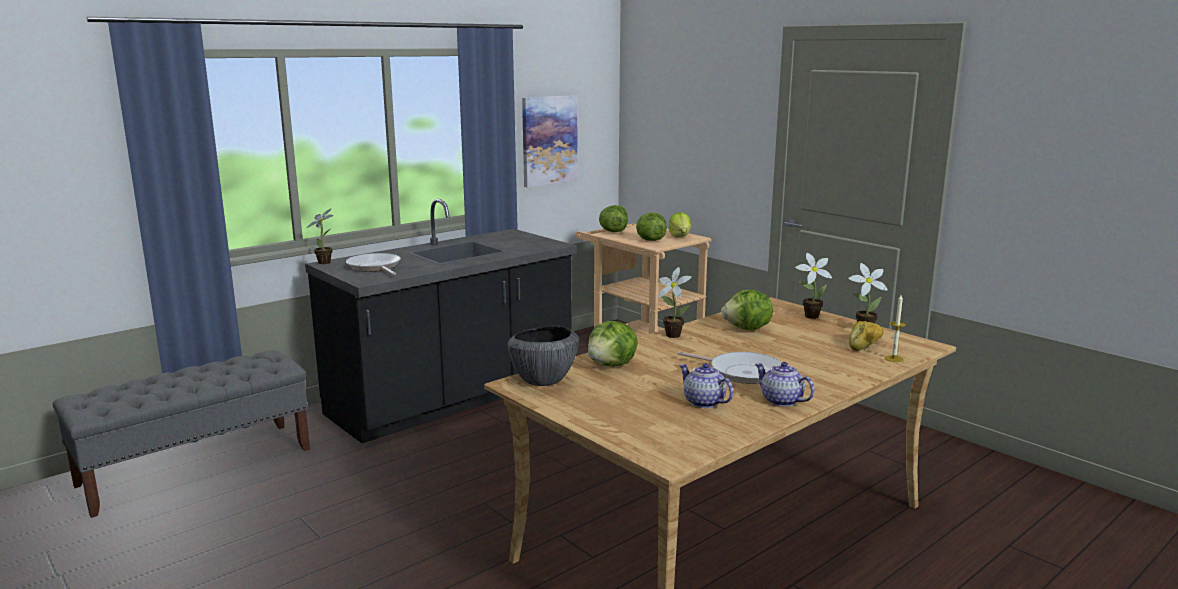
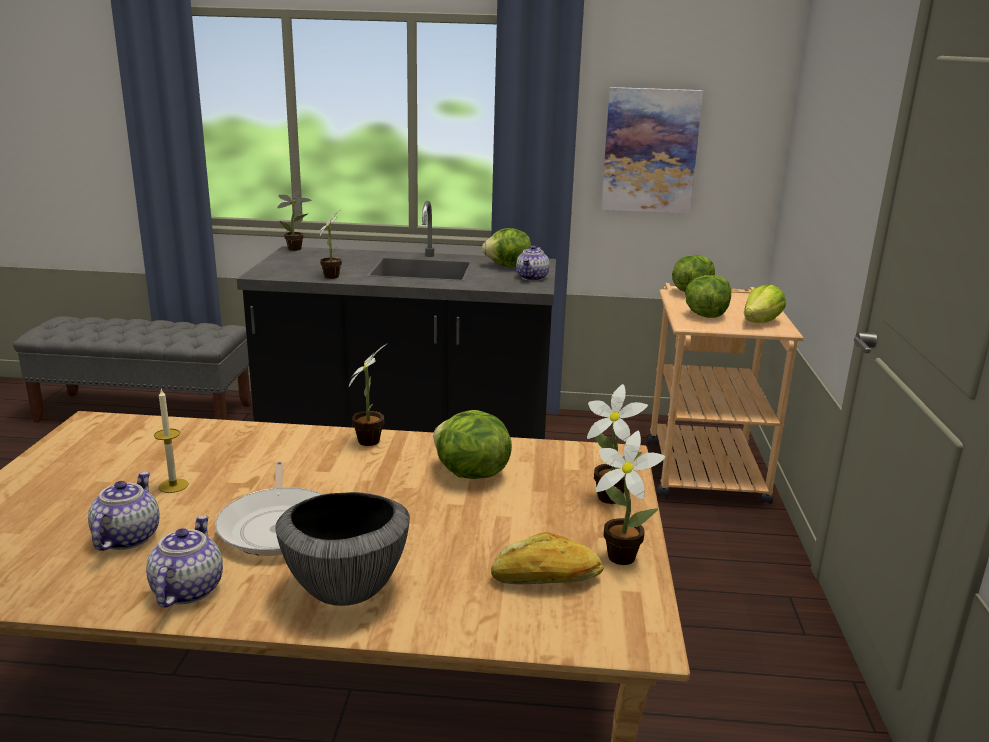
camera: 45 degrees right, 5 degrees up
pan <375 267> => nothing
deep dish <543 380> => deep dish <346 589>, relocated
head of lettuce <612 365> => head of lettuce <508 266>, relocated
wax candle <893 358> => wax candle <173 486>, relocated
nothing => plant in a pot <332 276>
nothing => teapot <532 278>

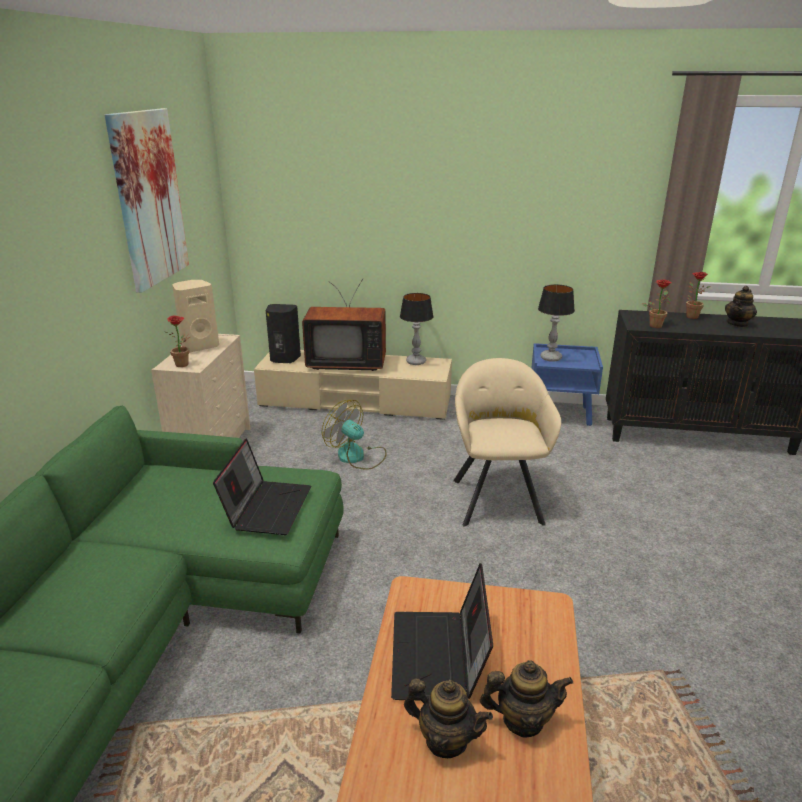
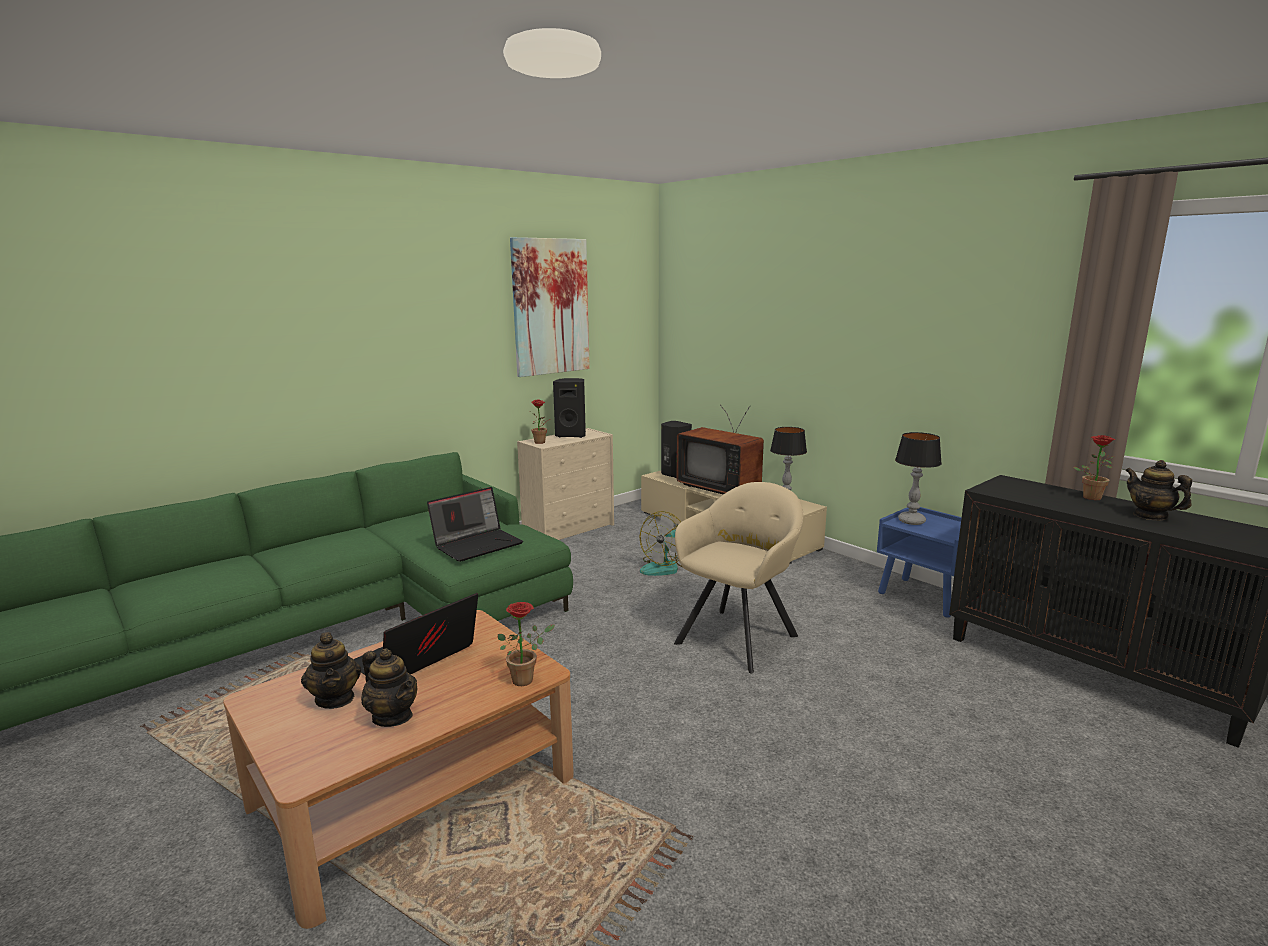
camera: 40 degrees right, 10 degrees down
beige-coloured audio speaker <199 346> => black audio speaker <571 435>
electric fan <357 457> => electric fan <664 567>, 135 degrees counterclockwise
plant in a pot <655 325> => plant in a pot <526 679>, relocated
teapot <737 324> => teapot <1150 516>, 75 degrees clockwise

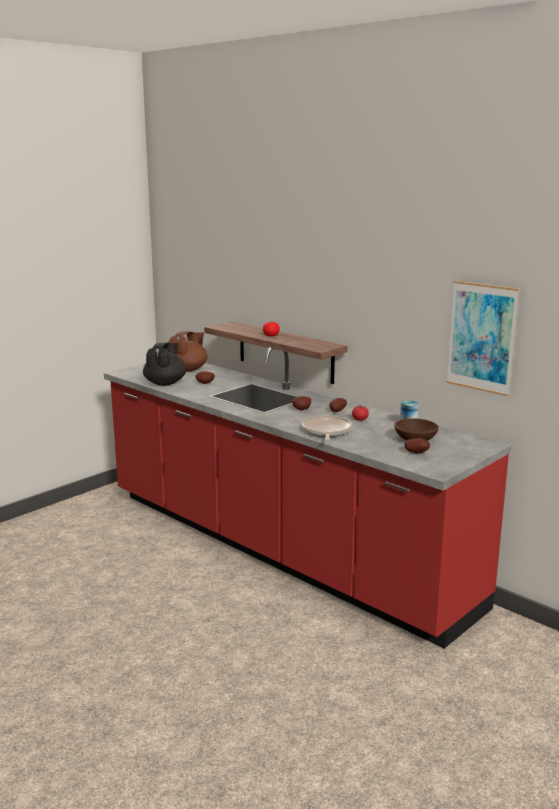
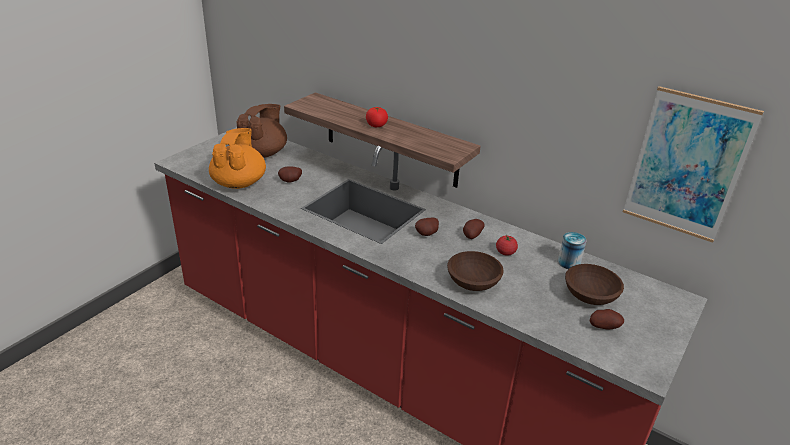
camera: 10 degrees left, 15 degrees up
black teapot <165 383> => orange-coloured teapot <239 182>
pan <326 432> => brownish deep dish <472 283>

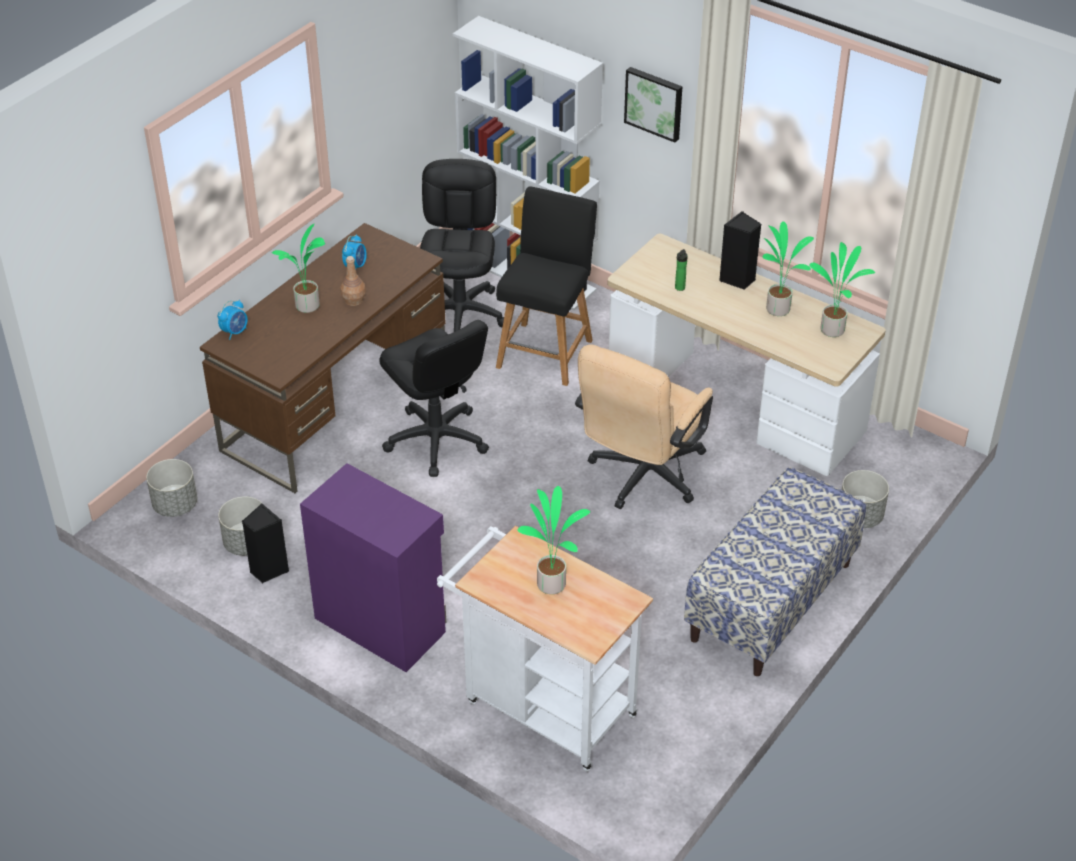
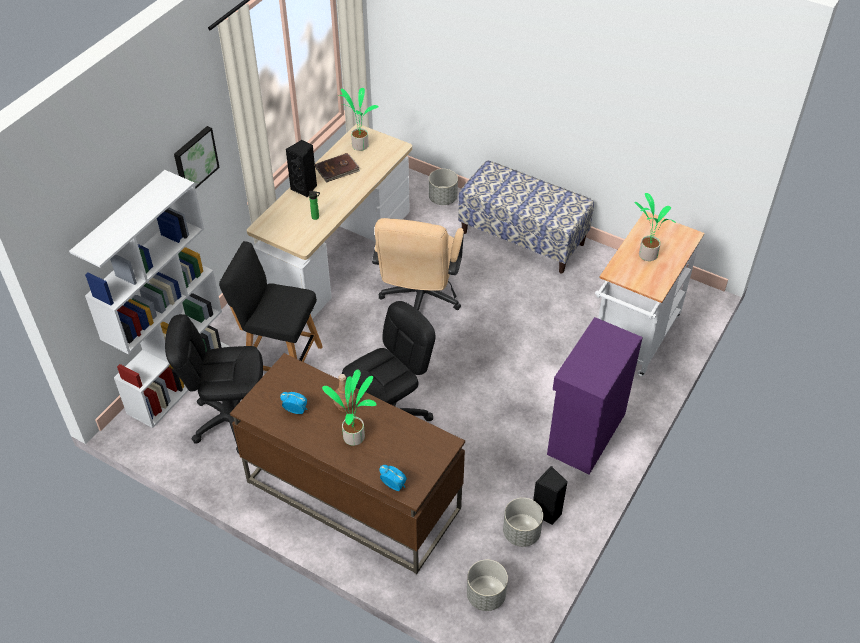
camera: 95 degrees left, 5 degrees up
beige-coloured office chair <641 478> => beige-coloured office chair <419 300>, 75 degrees clockwise
plant in a pot <778 308> => brownish book <337 169>

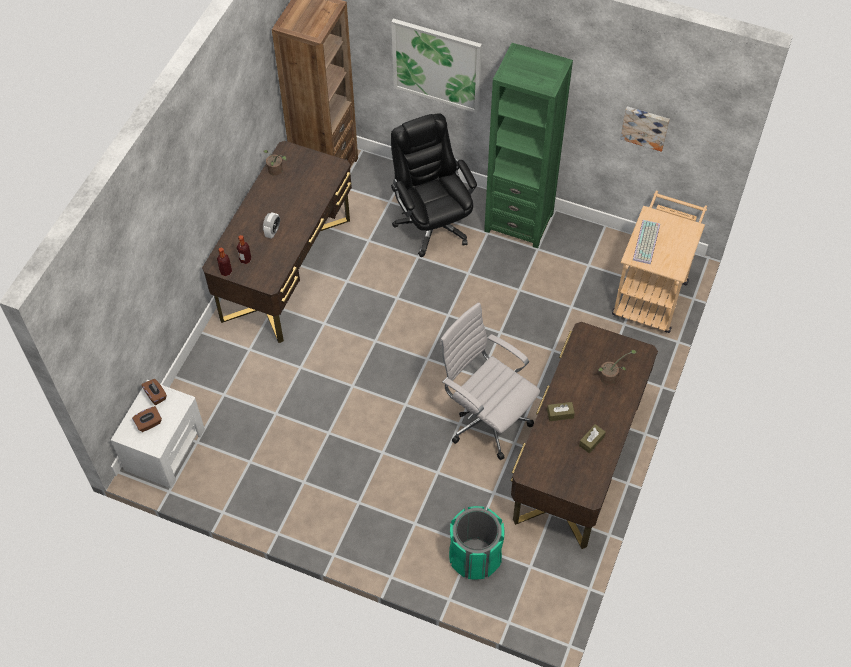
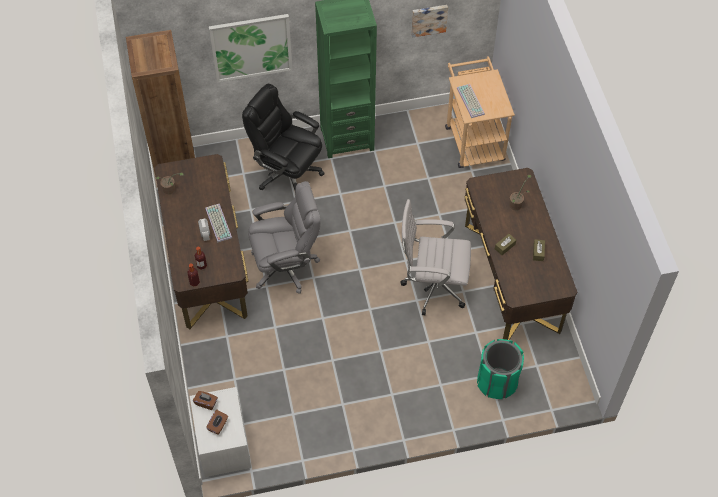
camera: 35 degrees left, 0 degrees up
nothing => keyboard <217 223>
nothing => gray office chair <286 265>

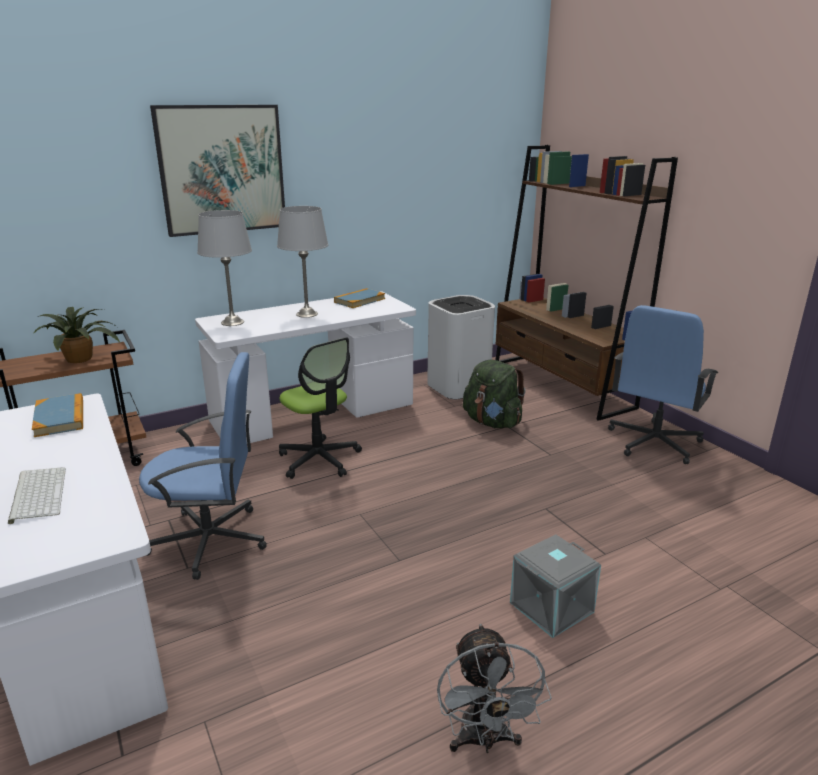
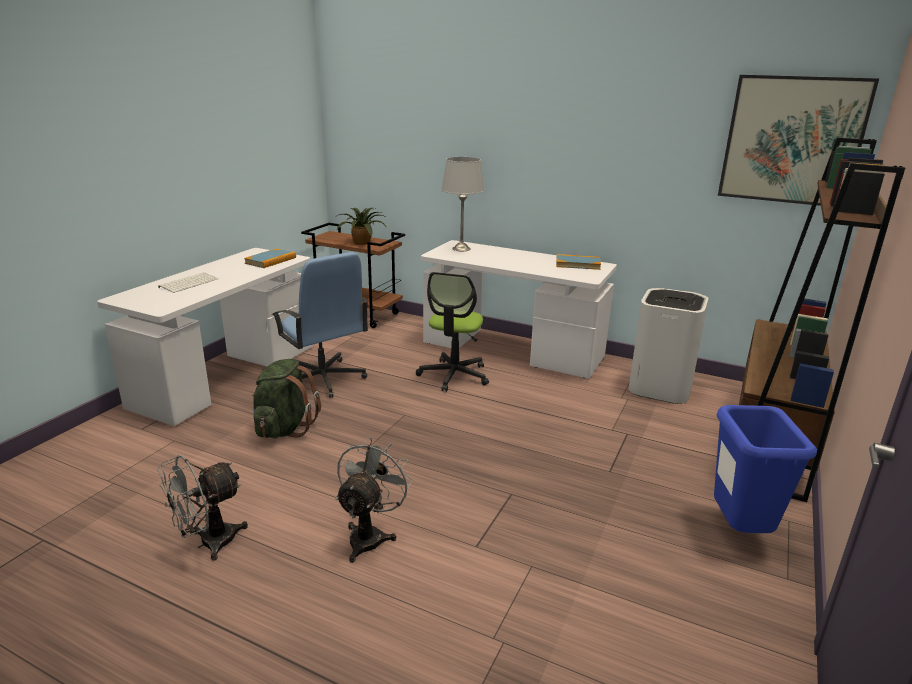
camera: 55 degrees right, 0 degrees up
wall picture <222 170> => wall picture <792 140>, relocated
gray tabletop lamp <307 314> => nothing
green knapsack <492 422> => green knapsack <284 428>, relocated
gray storage bin <552 608> => gray electric fan <370 535>
bluish office chair <653 442> => bluish waste bin <739 531>

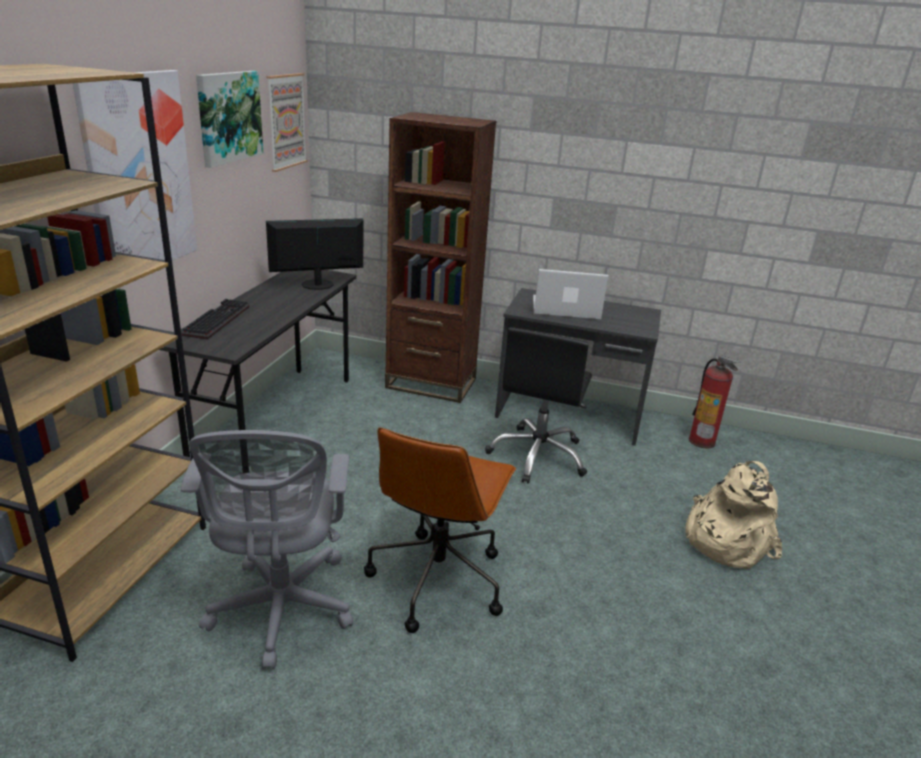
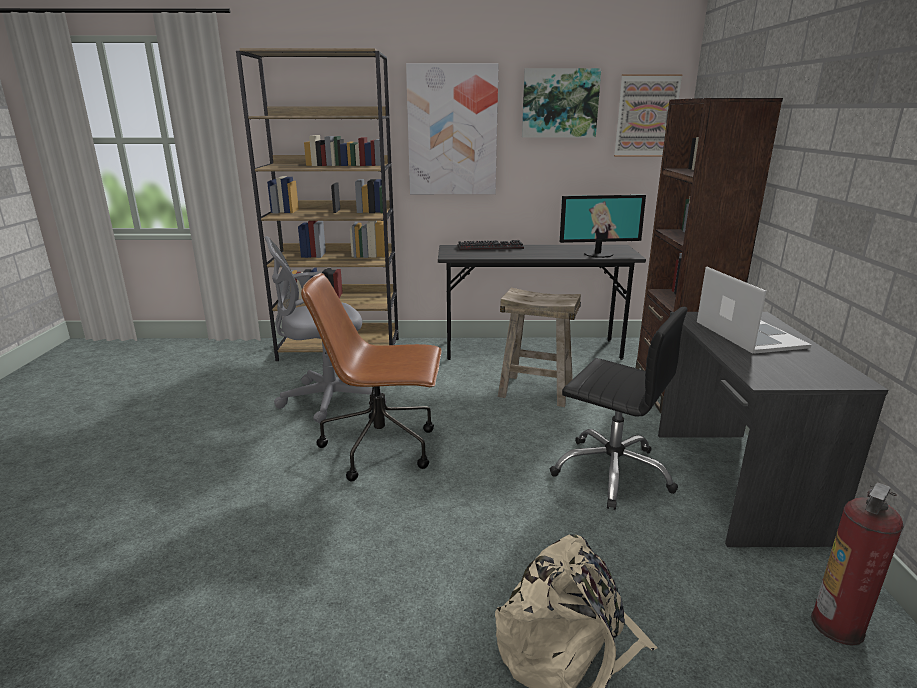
camera: 75 degrees right, 5 degrees down
monitor <317 285> => monitor <598 254>, 120 degrees clockwise
black office chair <538 456> => black office chair <612 472>, 150 degrees counterclockwise
nothing => beige-coloured stool seat <535 390>

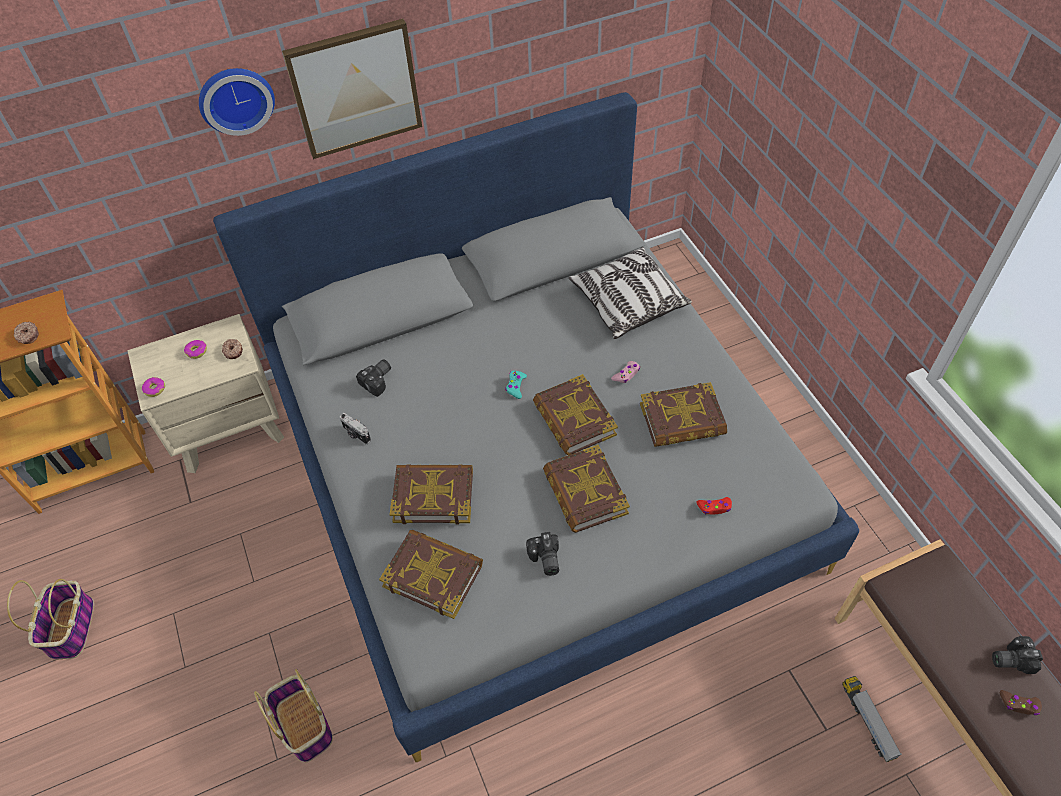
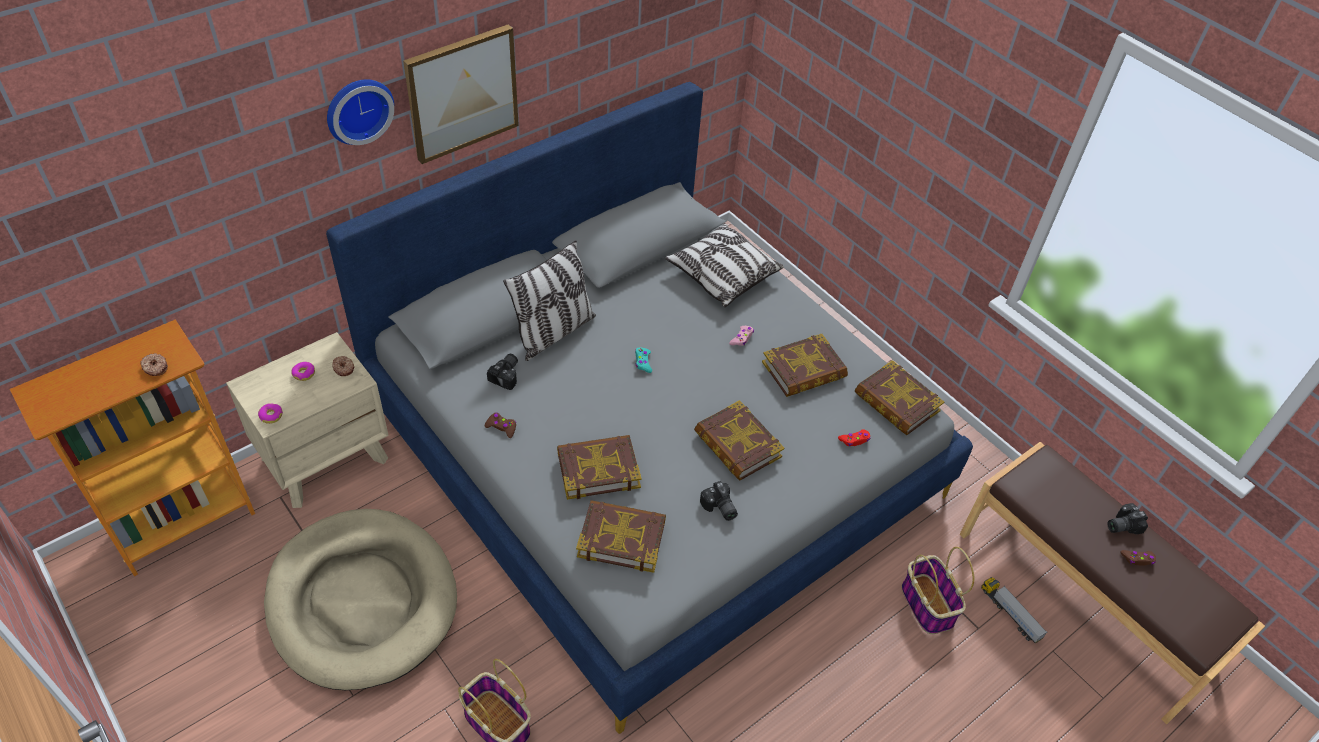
camera: 20 degrees left, 5 degrees down
basket <71 627> => basket <926 604>, relocated
photo camera <356 434> => brownish gamepad <501 427>
book <574 419> => book <896 403>, relocated
nothing => beige-coloured dog bed <362 601>
nothing => throw pillow <554 332>

